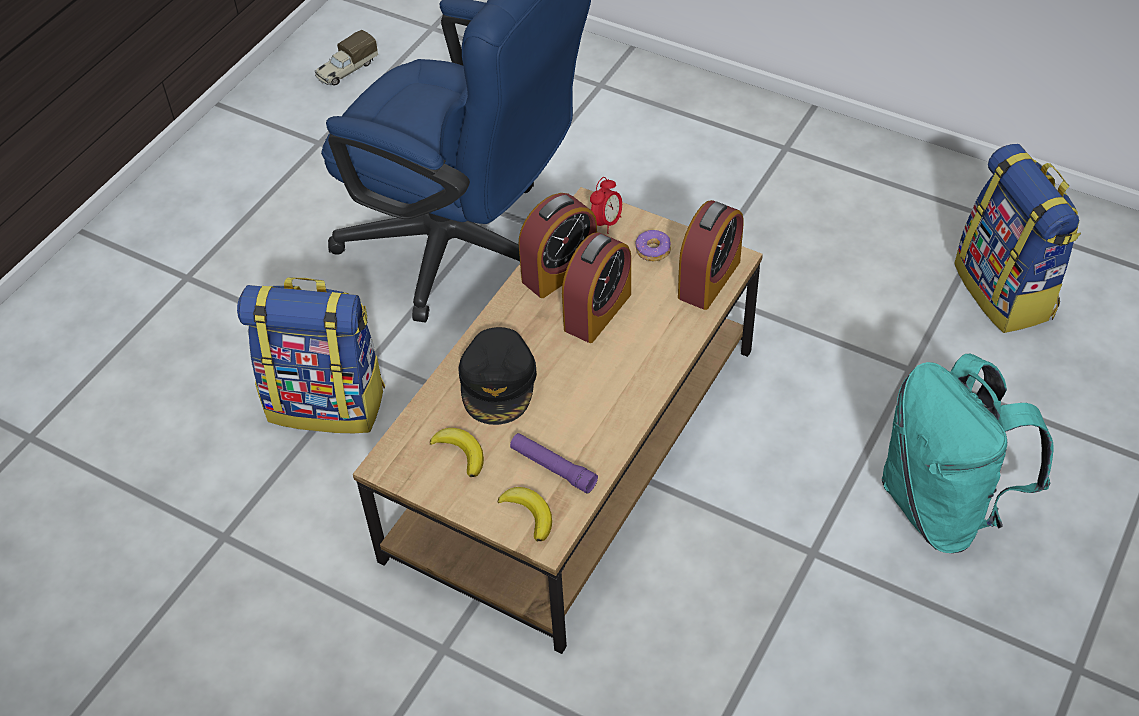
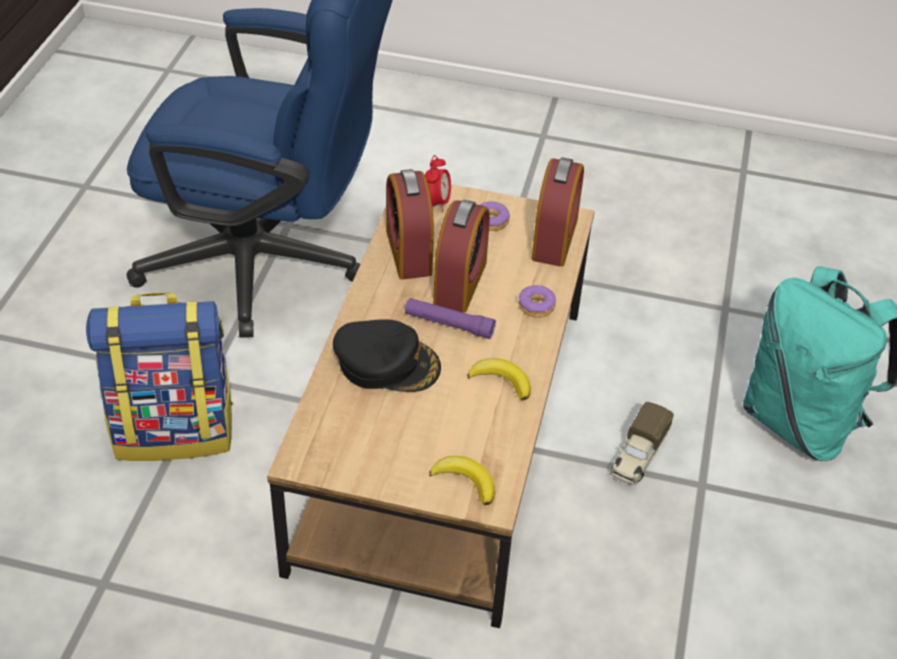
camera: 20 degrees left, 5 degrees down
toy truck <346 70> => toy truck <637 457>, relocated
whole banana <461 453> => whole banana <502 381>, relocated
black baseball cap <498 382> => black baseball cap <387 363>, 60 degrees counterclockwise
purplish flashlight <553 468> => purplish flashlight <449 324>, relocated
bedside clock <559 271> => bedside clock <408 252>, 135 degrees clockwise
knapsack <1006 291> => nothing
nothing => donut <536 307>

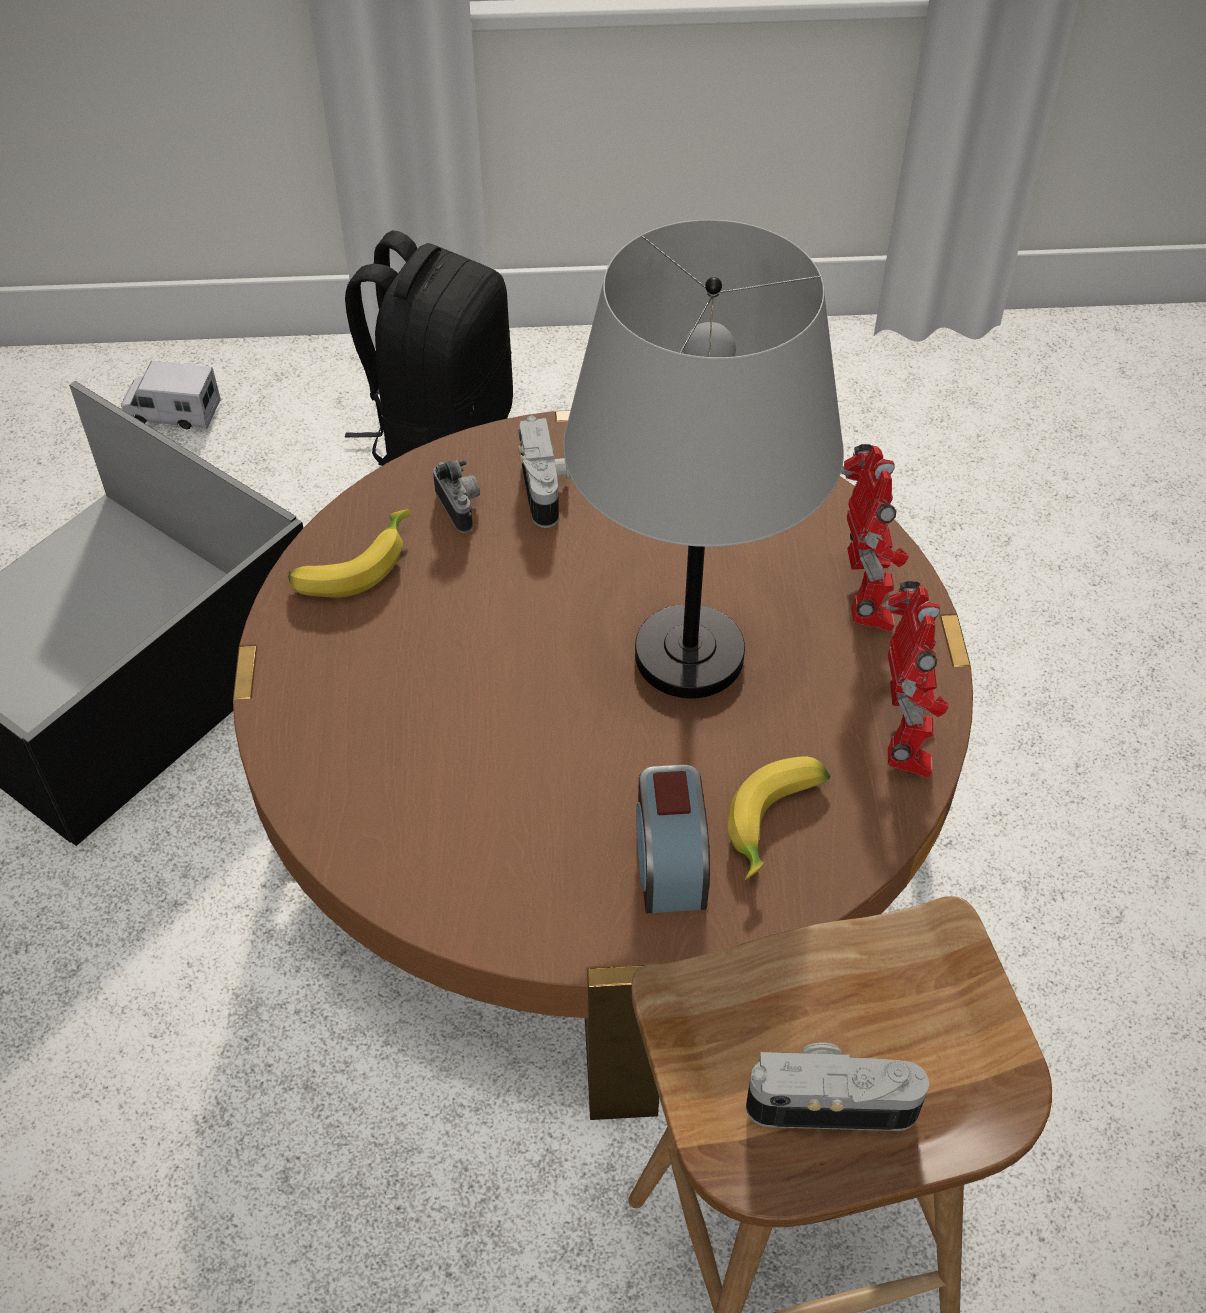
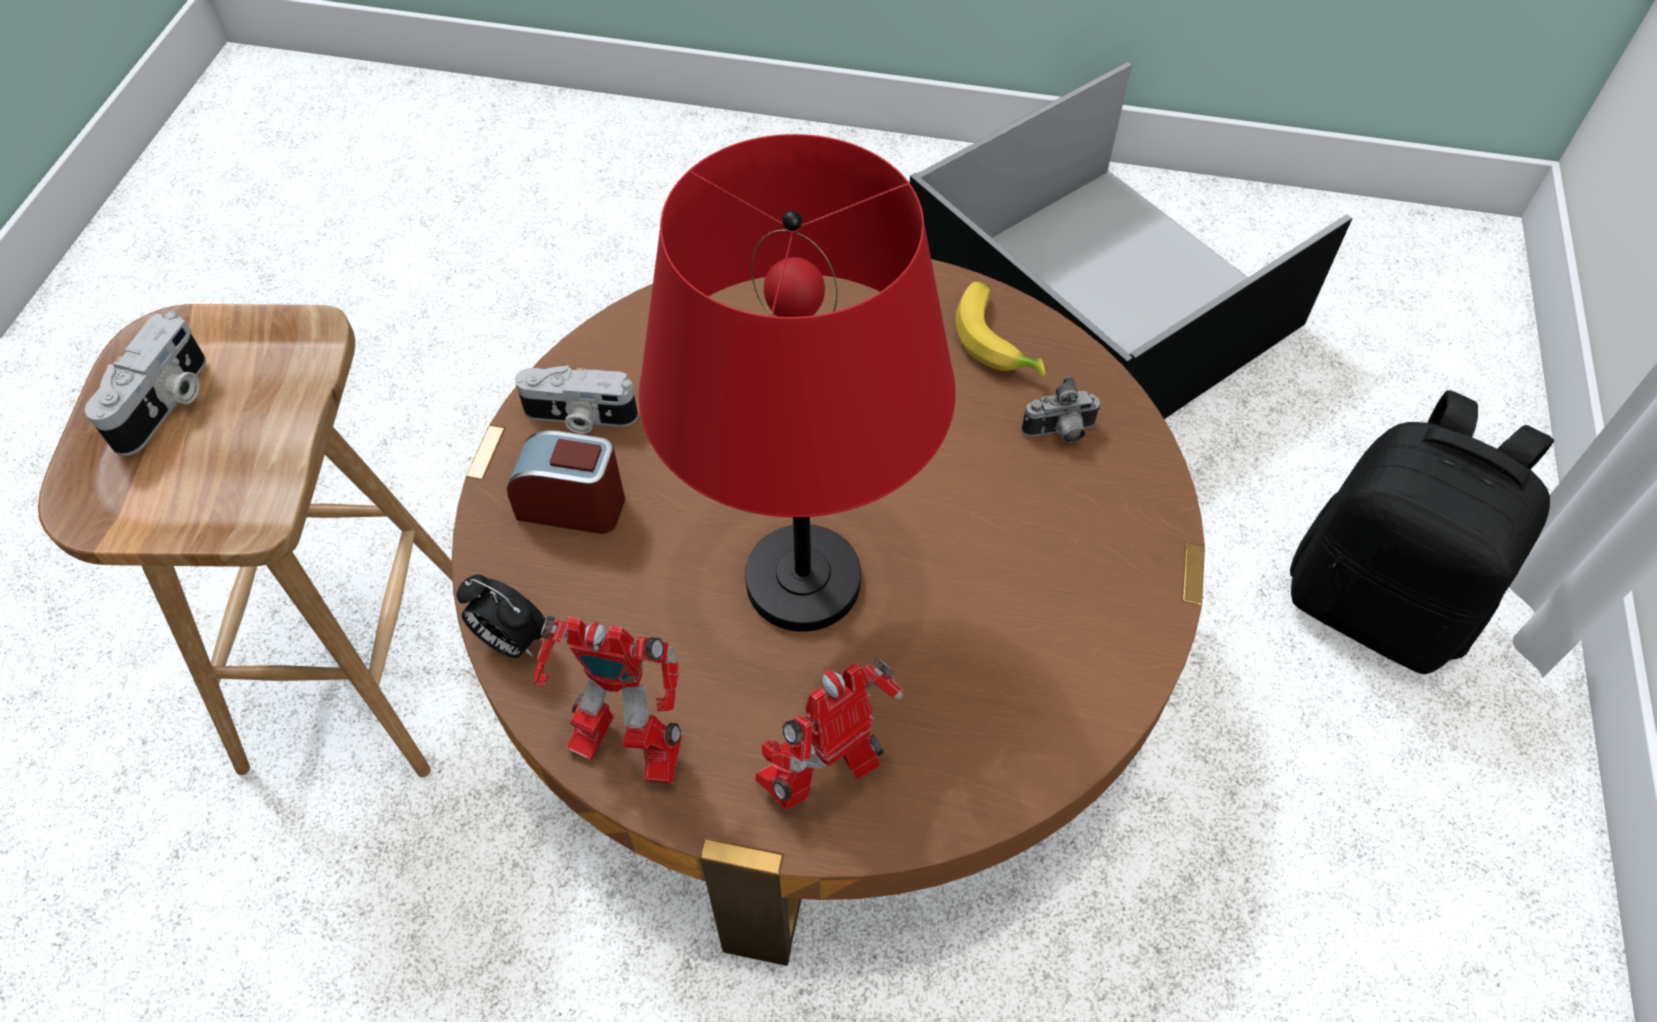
camera: 105 degrees right, 5 degrees up
toy truck <173 412> => nothing
photo camera <545 488> => photo camera <579 417>, relocated
gray tabletop lamp <689 654> => red tabletop lamp <805 582>
whole banana <778 824> => nothing
model robot <865 601> => model robot <827 777>, 135 degrees clockwise
nothing => bedside clock <511 641>

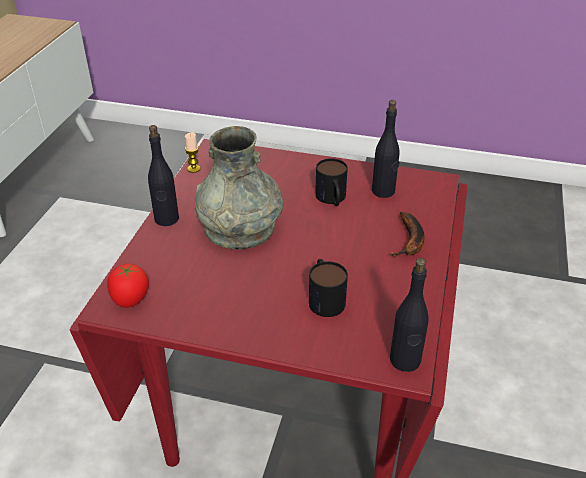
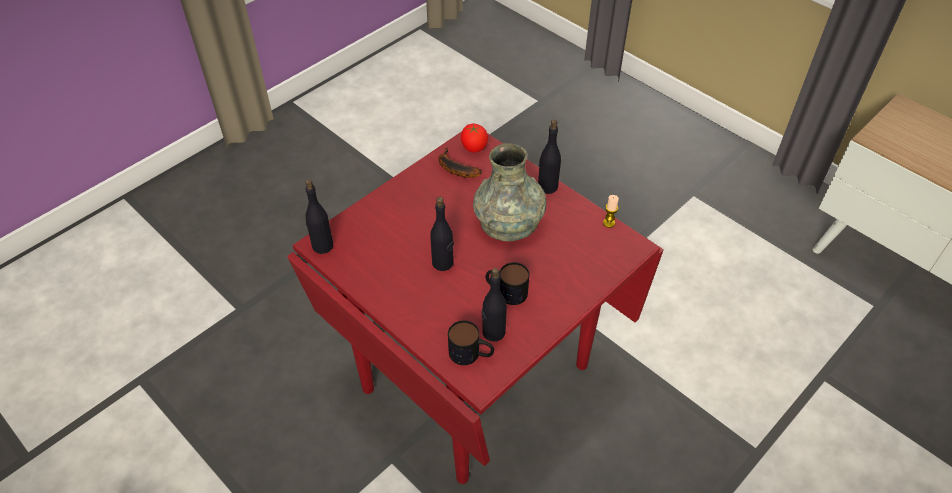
camera: 120 degrees right, 10 degrees up
tea mug <324 297> => tea mug <471 354>, relocated
whole banana <410 241> => whole banana <454 168>, relocated
nothing => black drink bottle <443 263>

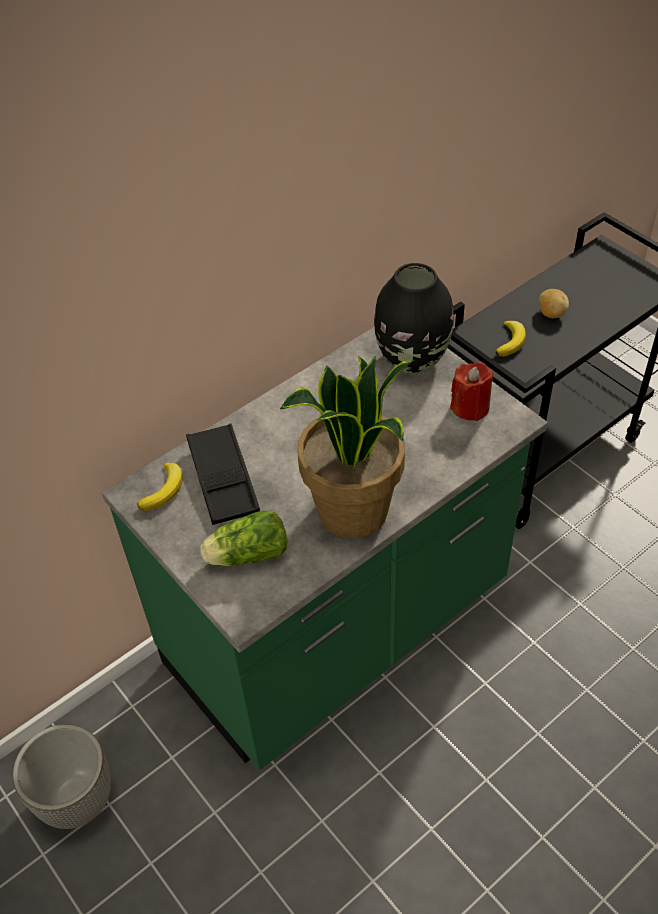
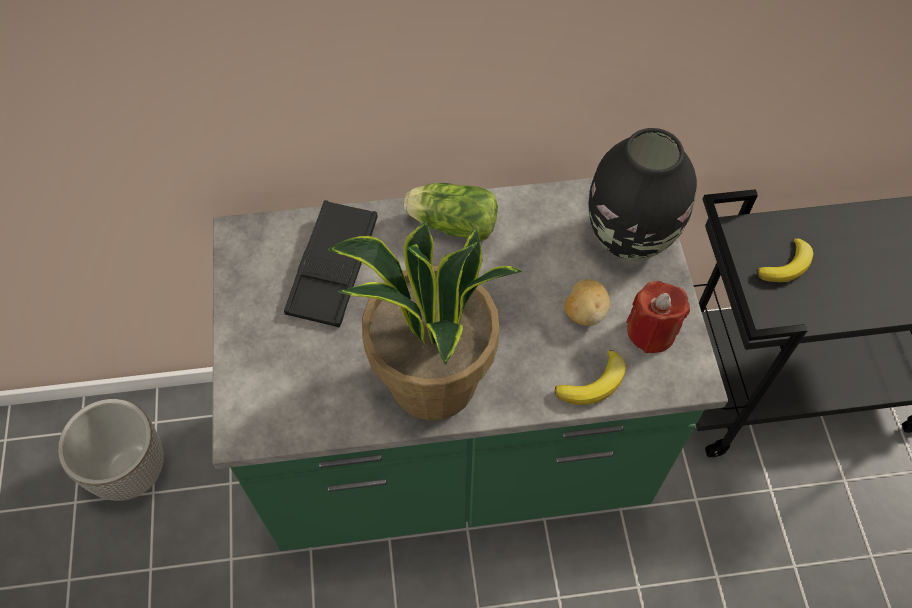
camera: 30 degrees right, 10 degrees up
whole banana <164 489> => whole banana <594 383>, relocated
head of lettuce <245 555> => head of lettuce <450 223>, relocated
whole potato <551 313> => whole potato <584 312>, relocated

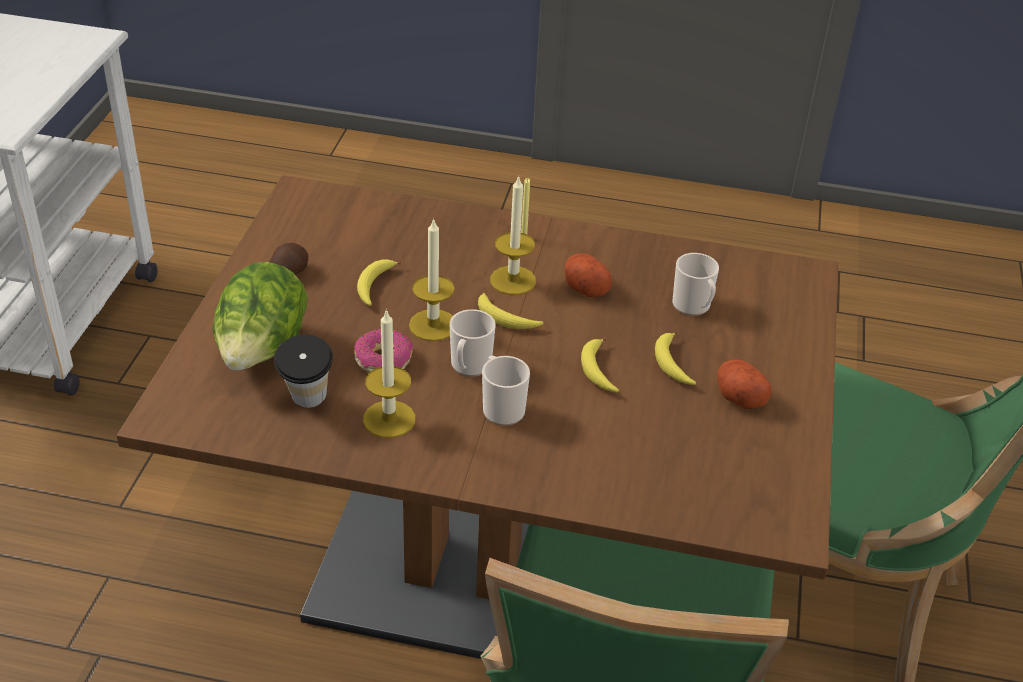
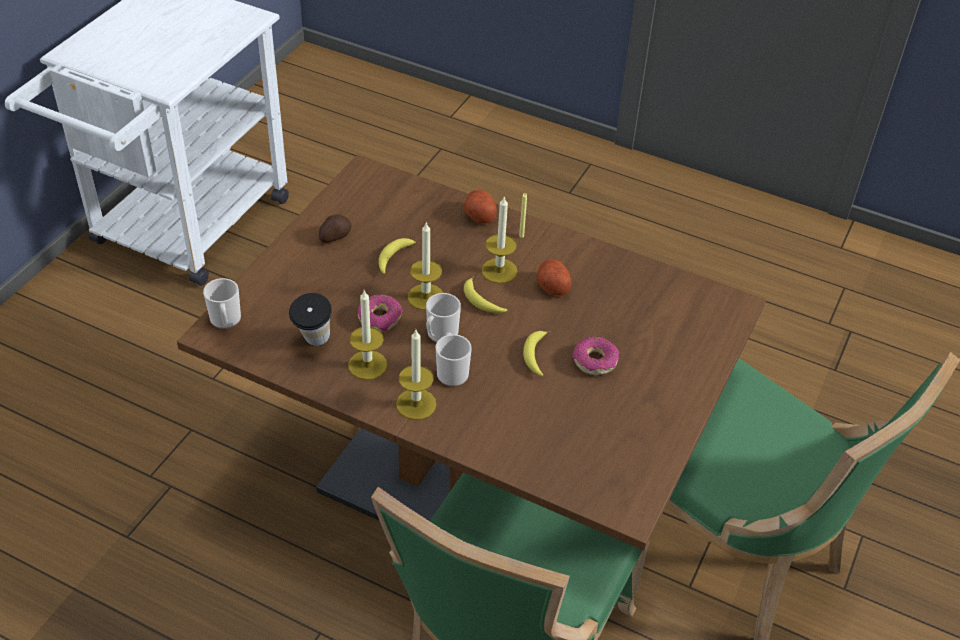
camera: 15 degrees right, 5 degrees up
head of lettuce <262 351> => nothing
whole banana <672 364> => donut <594 361>
tea mug <693 307> => tea mug <225 321>, relocated
whole potato <739 396> => whole potato <479 215>, relocated
nothing => wax candle <416 404>

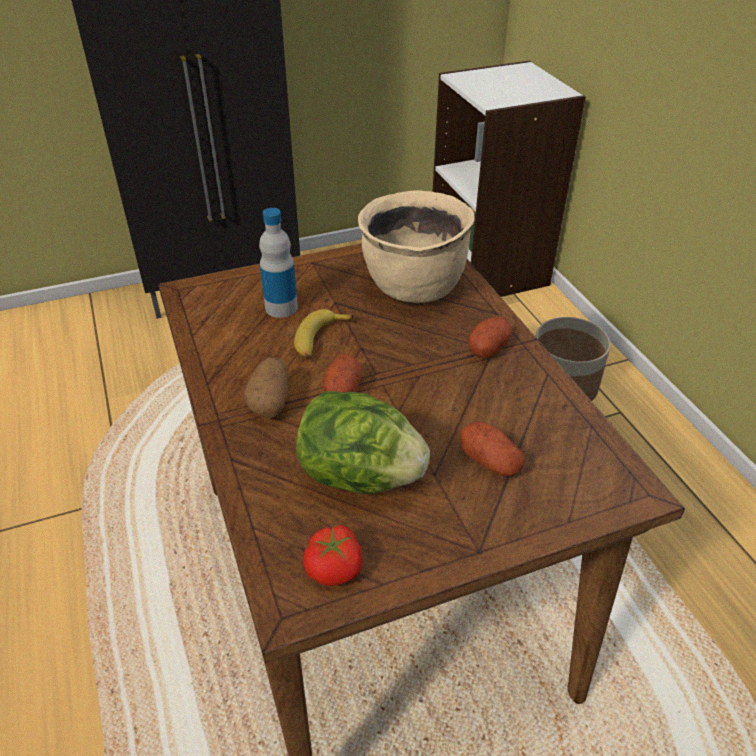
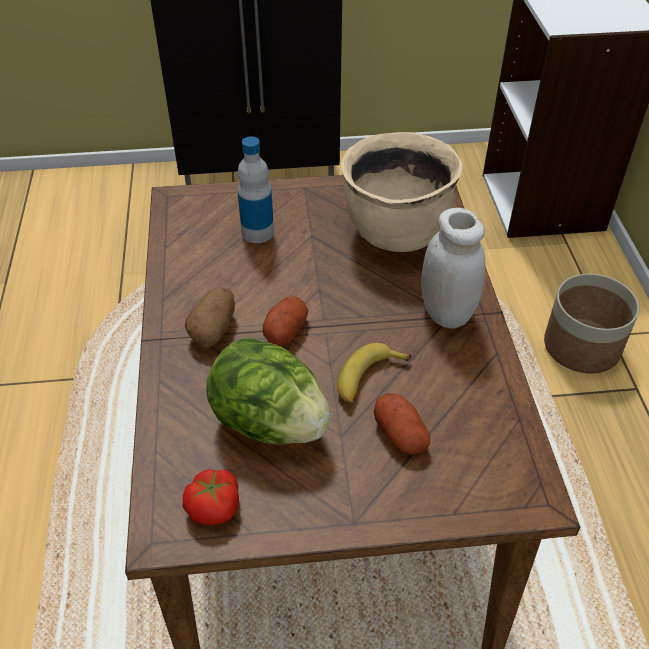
camera: 15 degrees right, 5 degrees up
whole banana <320 340> => whole banana <368 380>, relocated
whole potato <488 348> => white-coloured jar <446 313>

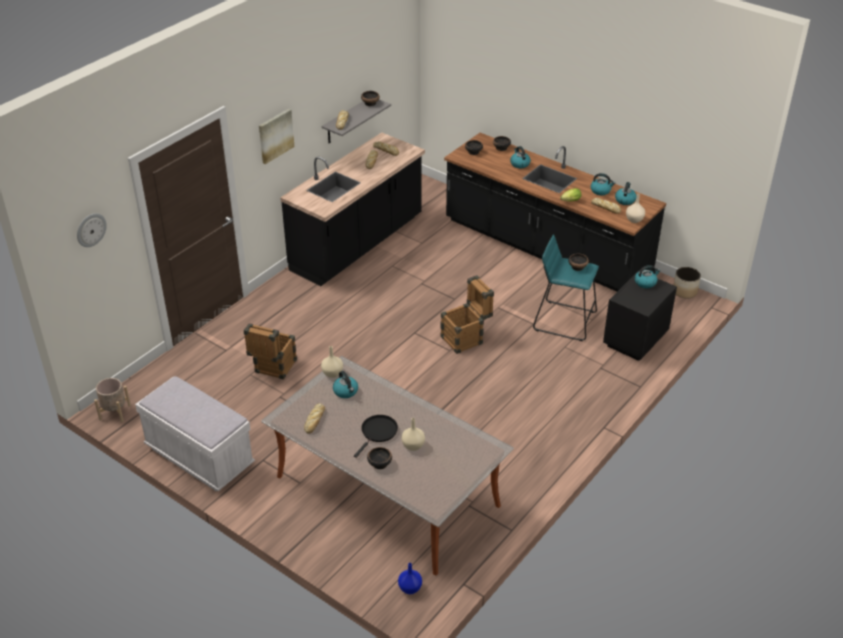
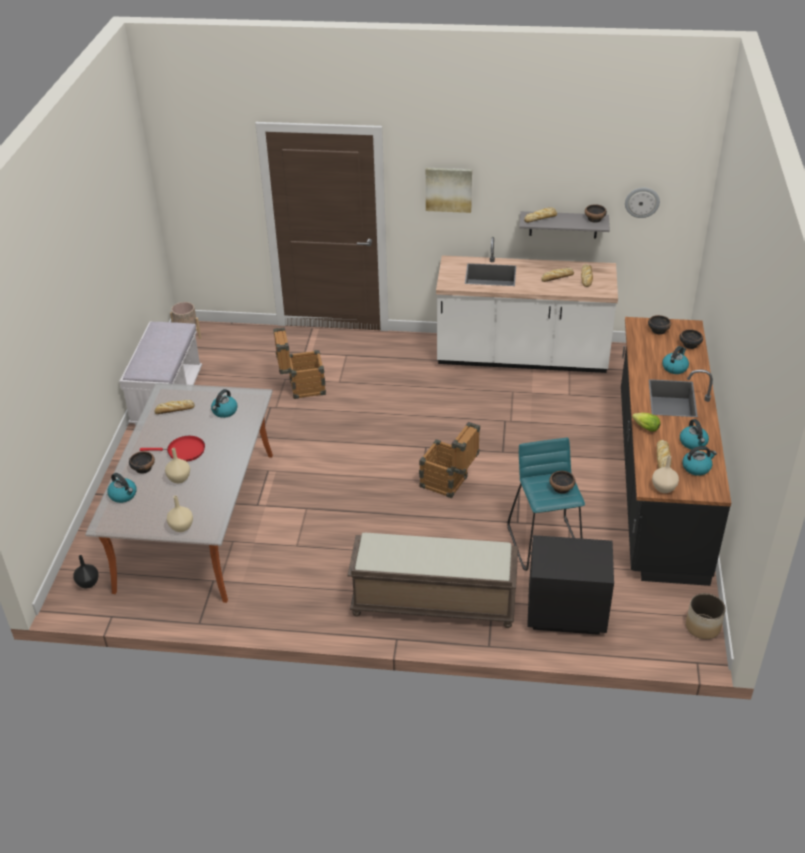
camera: 60 degrees right, 0 degrees up
hanging clock <90 229> => hanging clock <642 202>, relocated
black kitchen counter <358 244> => white-coloured kitchen counter <522 358>
beige-coloured flower vase <332 374> => beige-coloured flower vase <181 527>, relocated
black pan <378 432> => red pan <183 451>
bluish flower vase <410 588> => black flower vase <88 583>
tea kettle <645 282> => tea kettle <123 495>, relocated
nothing => brownish indoor bench <432 603>

